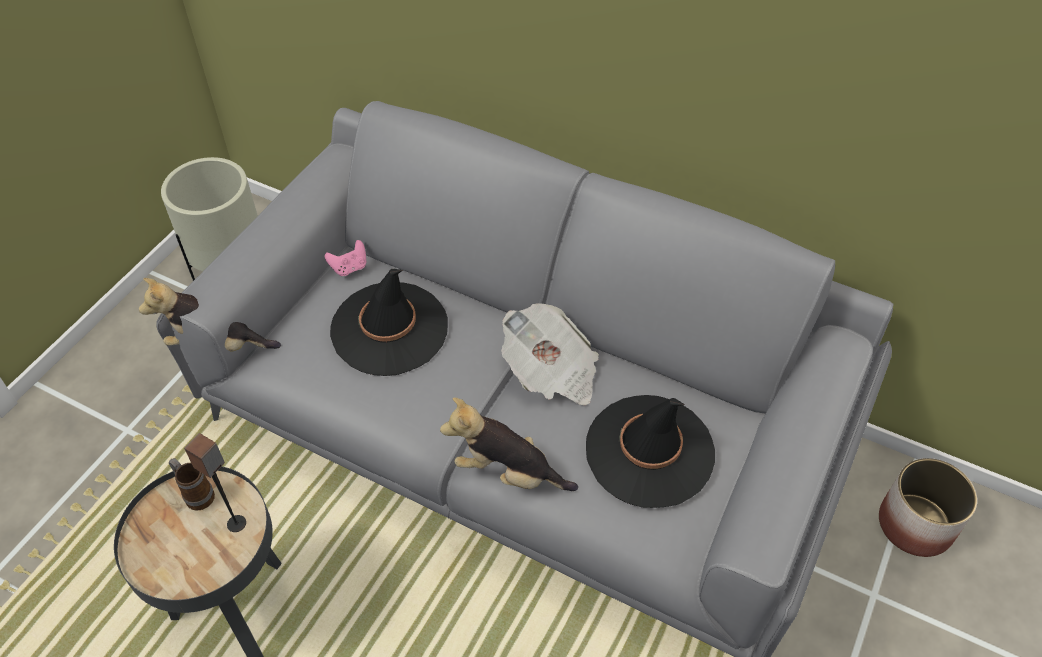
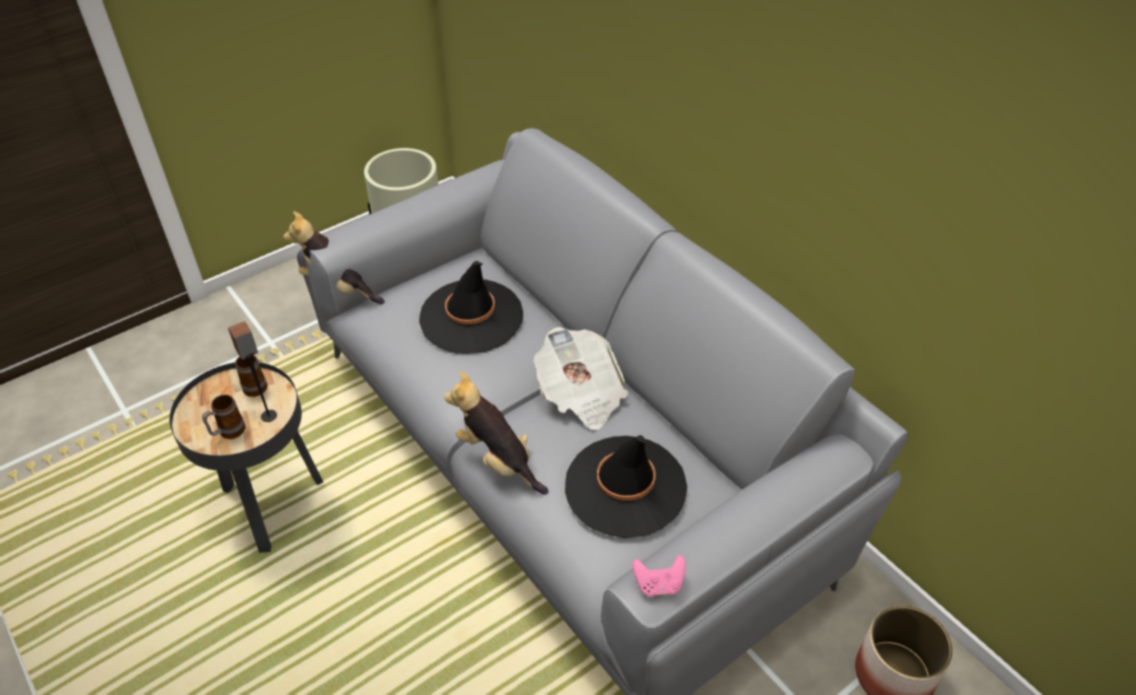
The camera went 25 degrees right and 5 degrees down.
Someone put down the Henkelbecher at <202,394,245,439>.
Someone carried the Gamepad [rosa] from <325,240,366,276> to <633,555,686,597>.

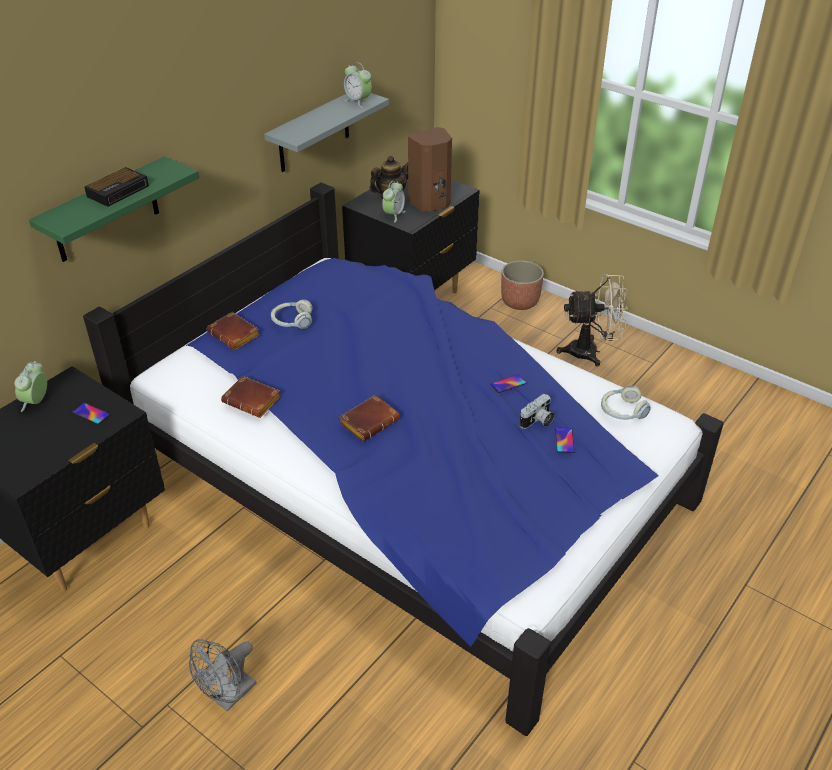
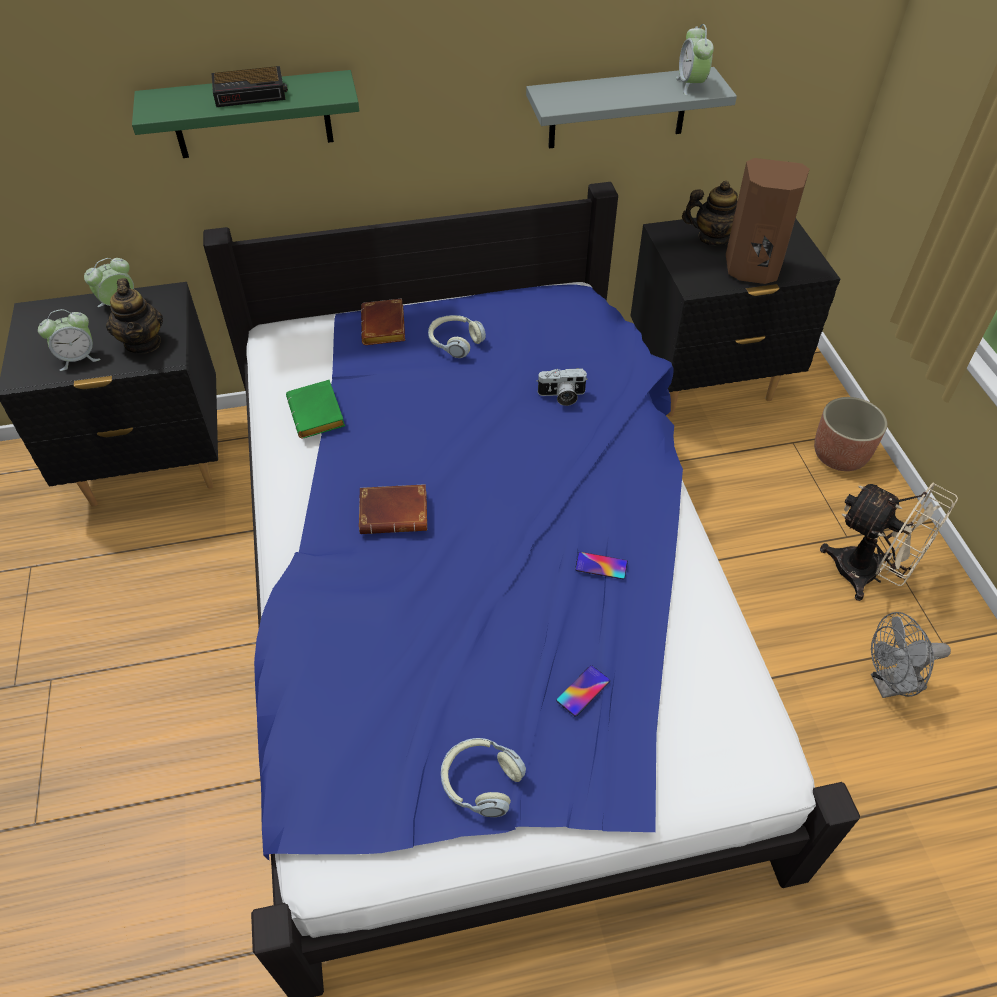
The camera went 40 degrees right and 10 degrees up.
Someone carried the Wecker from <382,181,406,223> to <38,309,100,371>.
Someone swapped the Handy at <72,403,110,424> for the Teekanne at <106,278,163,354>.
Someone repainted the Buch [braun] at <221,376,281,418>, which became the Buch [grün] at <286,380,345,439>.
Someone carried the Kopfhörer from <601,385,651,420> to <441,738,526,817>.
Someone carried the Kamera from <520,394,555,429> to <537,368,588,406>.
Someone carried the Ventilator [grau] from <189,639,257,711> to <871,612,951,698>.

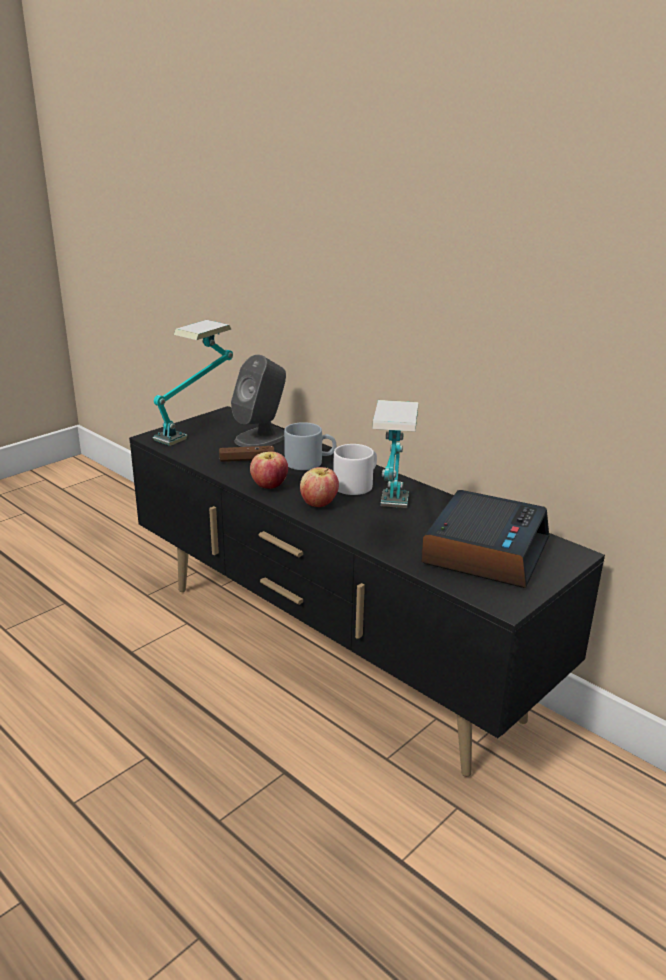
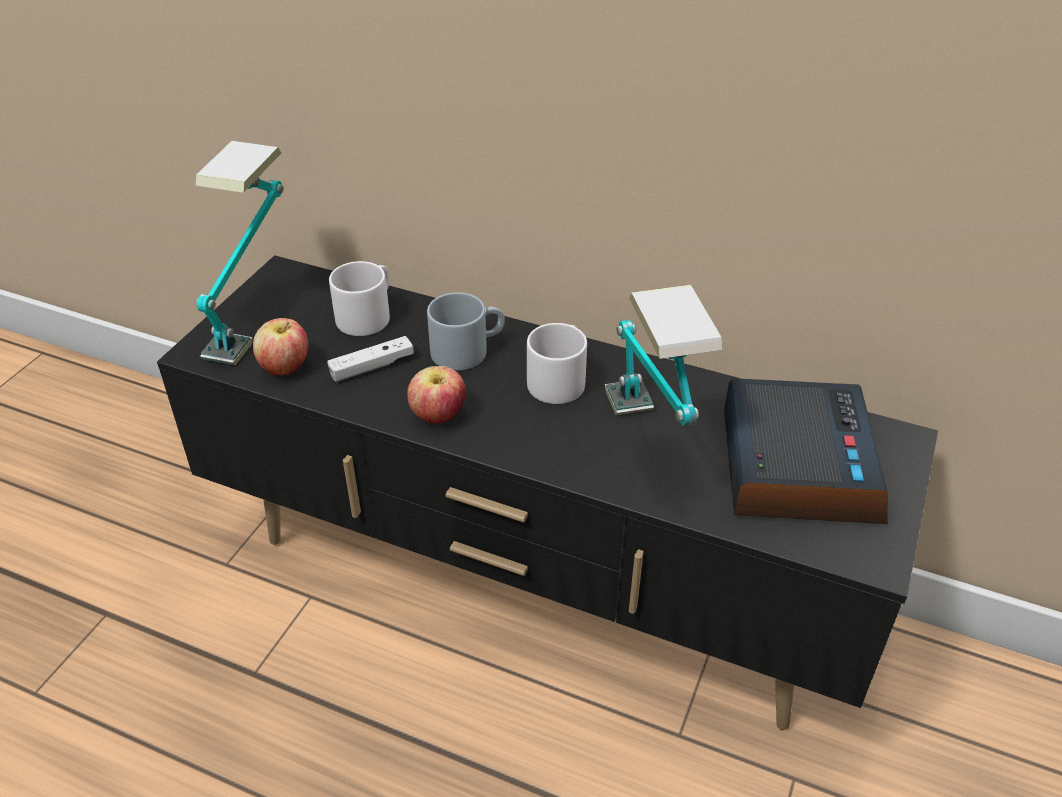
The camera went 20 degrees left and 15 degrees up.
Someone carried the Apfel from <300,467,339,507> to <253,318,308,376>.
Someone repainted the Gamepad [braun] at <219,446,274,462>, which became the Gamepad [weiß] at <327,336,414,382>.
Someone swapped the Lautsprecher [grau] at <231,355,286,447> for the Henkelbecher [weiß] at <329,261,390,336>.

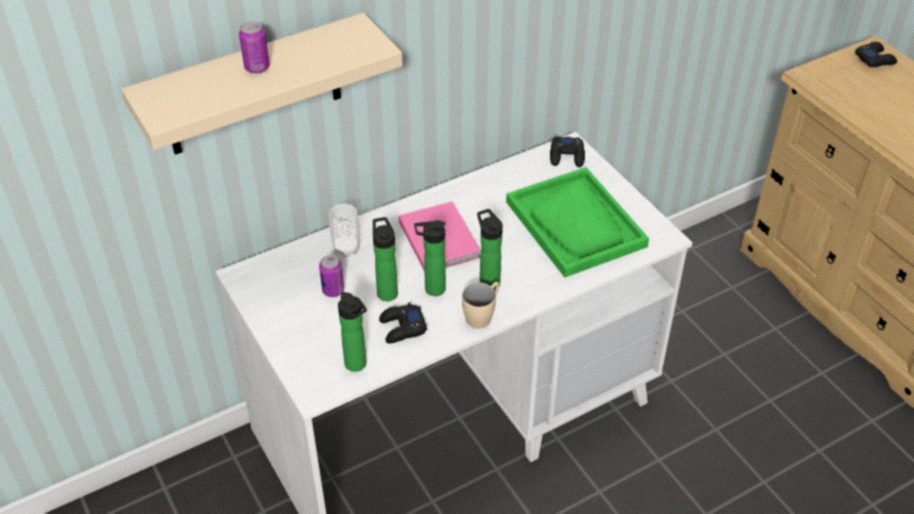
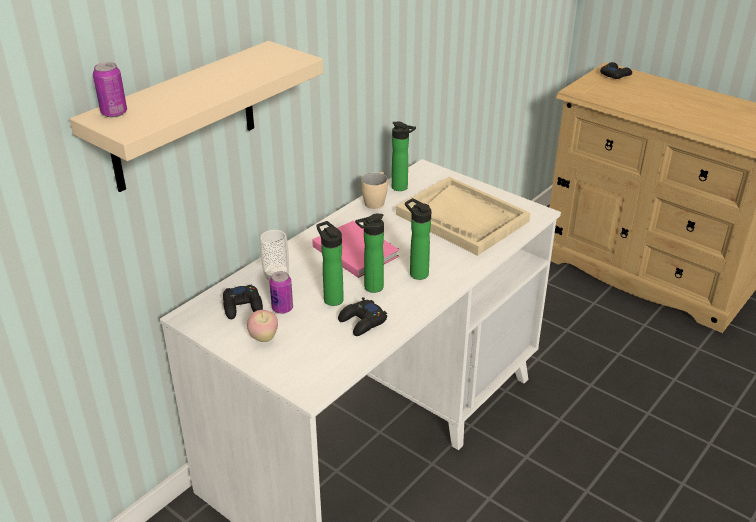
The camera went 20 degrees left and 10 degrees down.
Someone carried the Dose from <239,21,270,74> to <93,62,127,117>.
Someone carried the Gamepad [schwarz] from <550,136,585,167> to <223,285,263,319>.
Someone put down the Apfel at <247,310,278,342>.
Someone carried the Henkelbecher [beige] from <462,282,500,329> to <361,172,388,209>.
Someone carried the Flasche from <338,292,367,372> to <392,122,416,191>.
Someone repainted the Tablett [grün] at <506,167,649,278>, which became the Tablett [beige] at <396,177,530,256>.

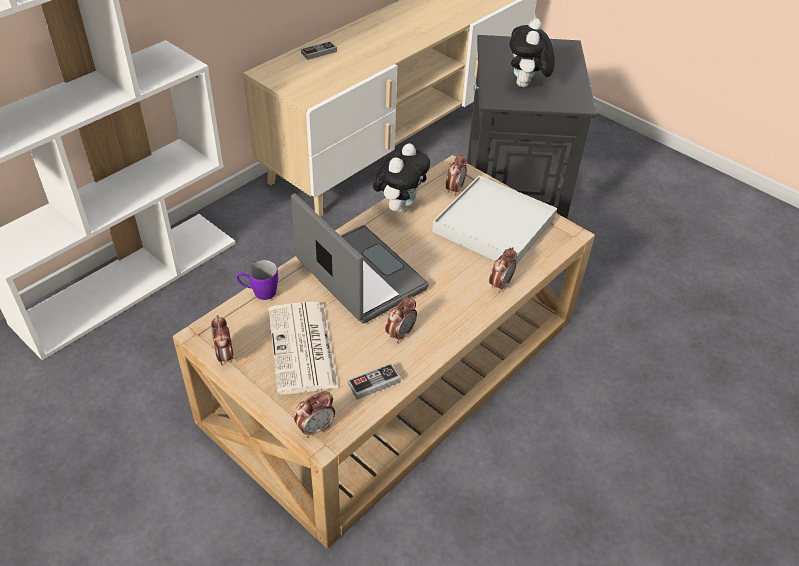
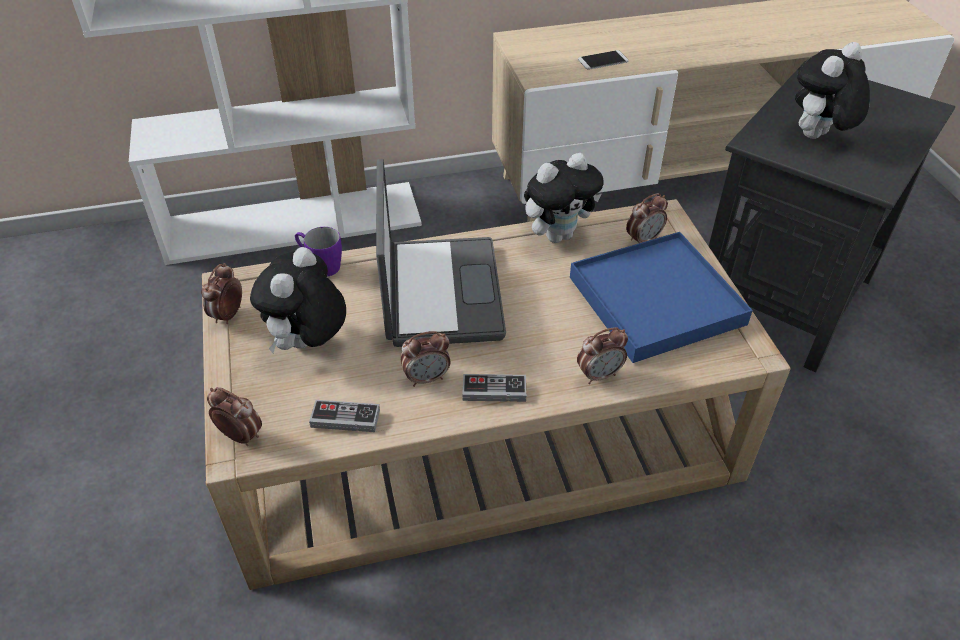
The camera went 35 degrees right and 0 degrees up.
Someone rotated the Wecker at <294,391,335,438> by 150 degrees counterclockwise.
Someone swapped the Zeitung at <268,301,339,395> for the Plüschtier at <250,247,346,353>.
Someone carried the Gamepad from <301,41,337,60> to <462,374,526,402>.
Someone repainted the Tablett [weiß] at <432,175,557,265>, which became the Tablett [blau] at <570,232,753,363>.
Someone put down the Handy at <578,50,629,70>.

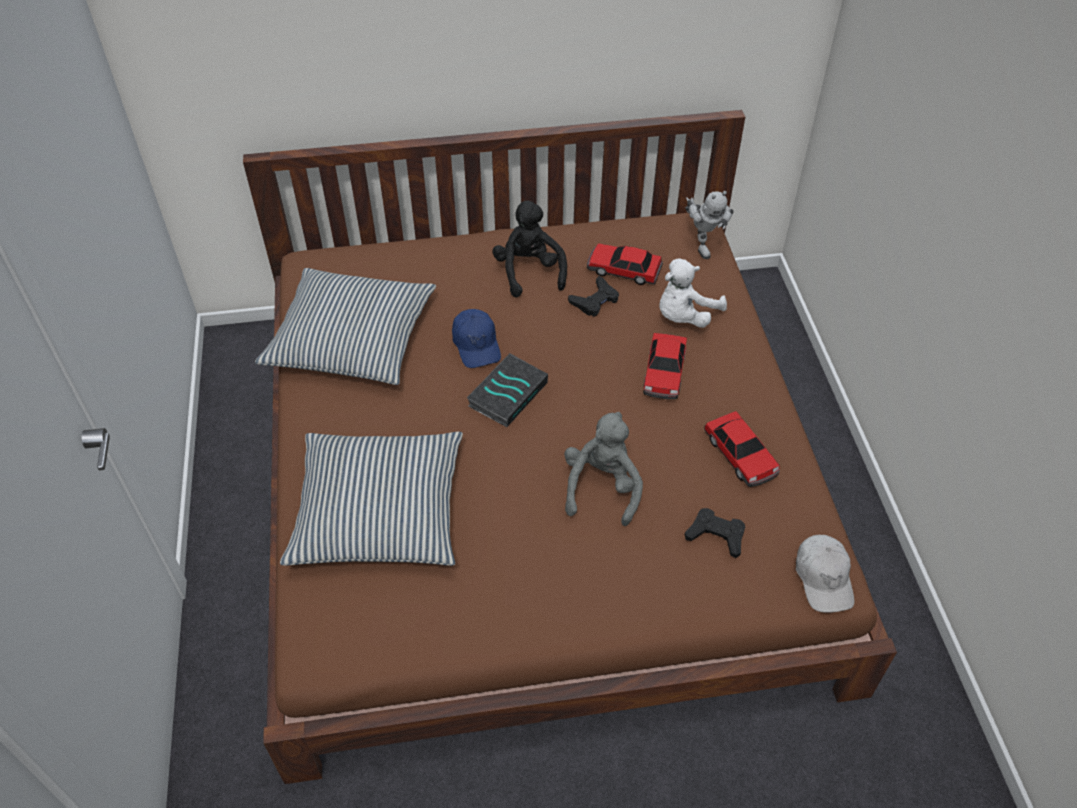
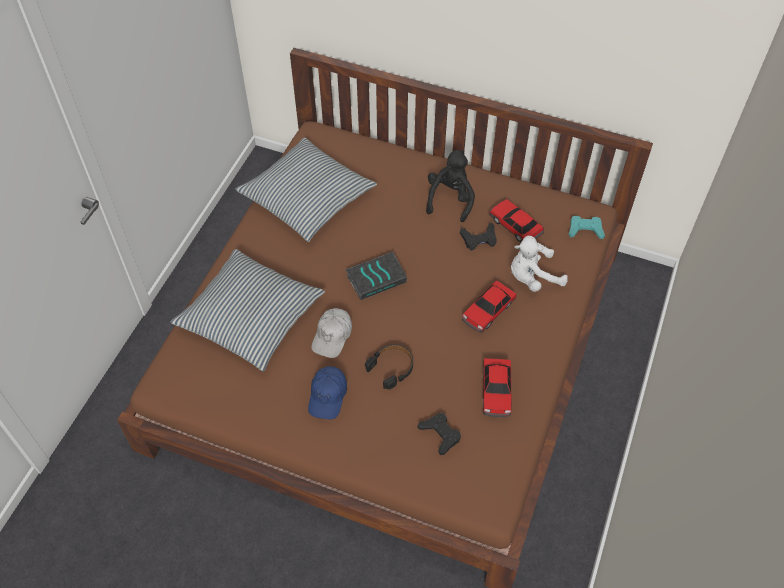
The camera went 30 degrees right and 5 degrees up.
Someone carried the Kappe [blau] from <452,309,501,368> to <308,366,347,419>.
Someone carried the Kappe [weiß] from <796,535,854,613> to <311,308,352,358>.
Someone swapped the Plüschtier [grau] at <564,412,643,526> for the Kopfhörer [schwarz] at <365,344,413,389>.
Someone swapped the Spielzeugroboter at <685,191,734,259> for the Gamepad [türkis] at <568,216,605,239>.

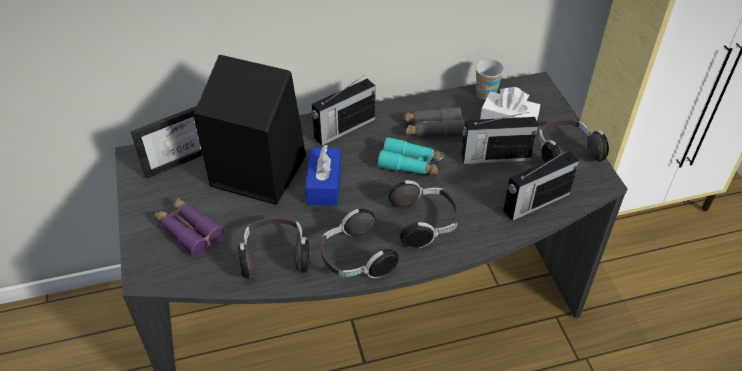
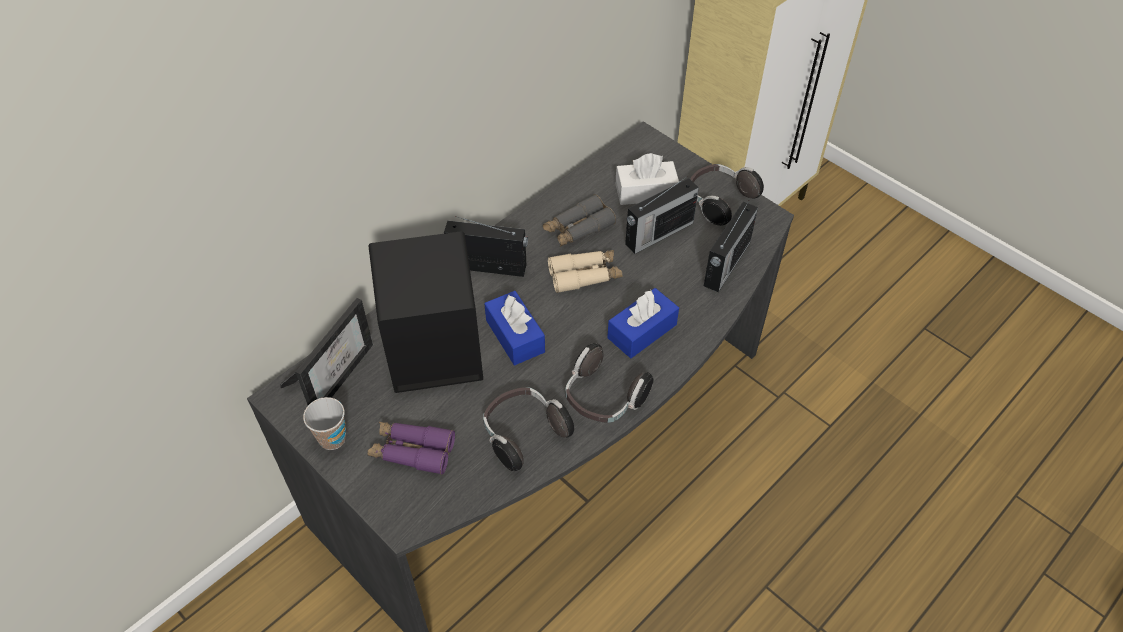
The camera went 30 degrees left and 5 degrees up.
Someone carried the Tasse from <475,59,504,99> to <303,397,346,450>.
Someone rotated the Radio at <311,75,376,146> by 105 degrees counterclockwise.
Someone repainted the Fernglas [türkis] at <378,137,445,176>, which became the Fernglas [beige] at <548,250,622,293>.
Someone swapped the Kopfhörer at <389,180,459,248> for the Taschentuchbox [blau] at <607,288,679,358>.

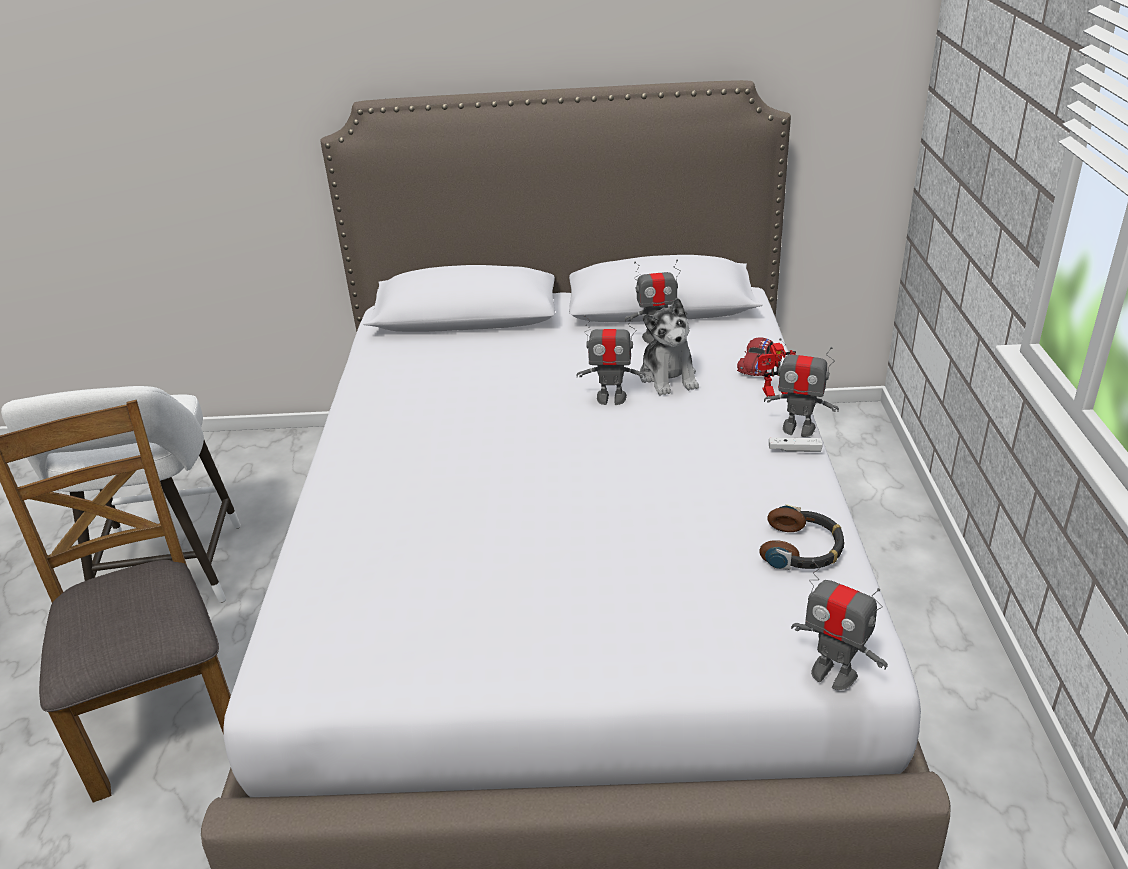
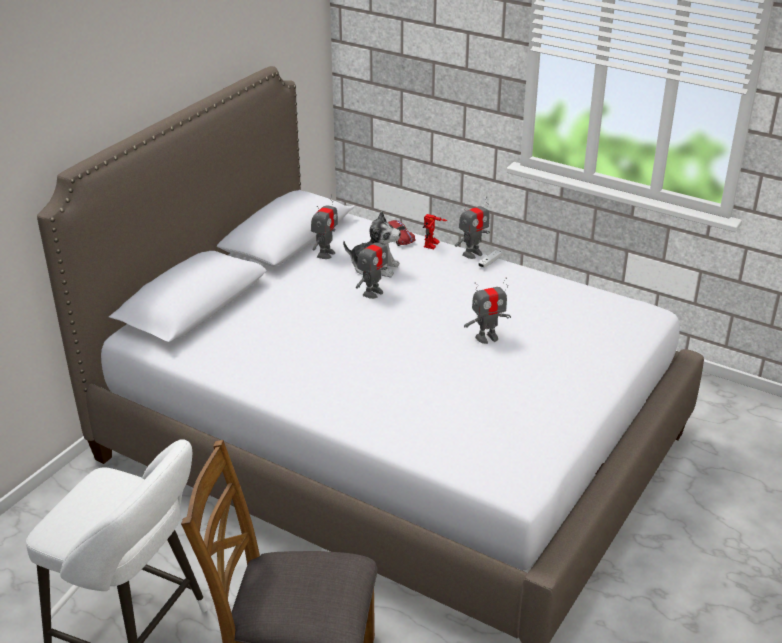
The camera went 60 degrees left and 0 degrees up.
Someone carried the Spielzeugroboter from <791,559,888,690> to <464,277,511,344>.
Someone took away the Kopfhörer at <759,504,845,570>.

